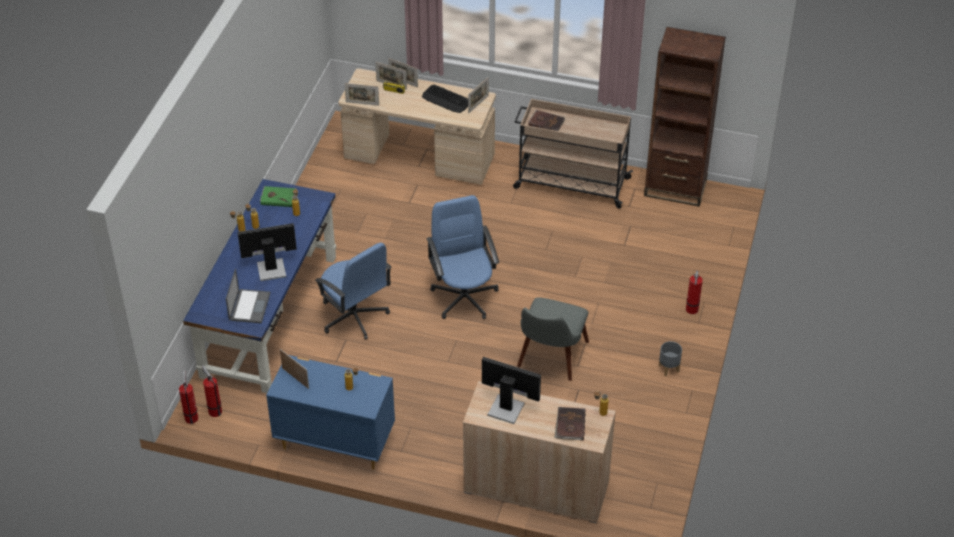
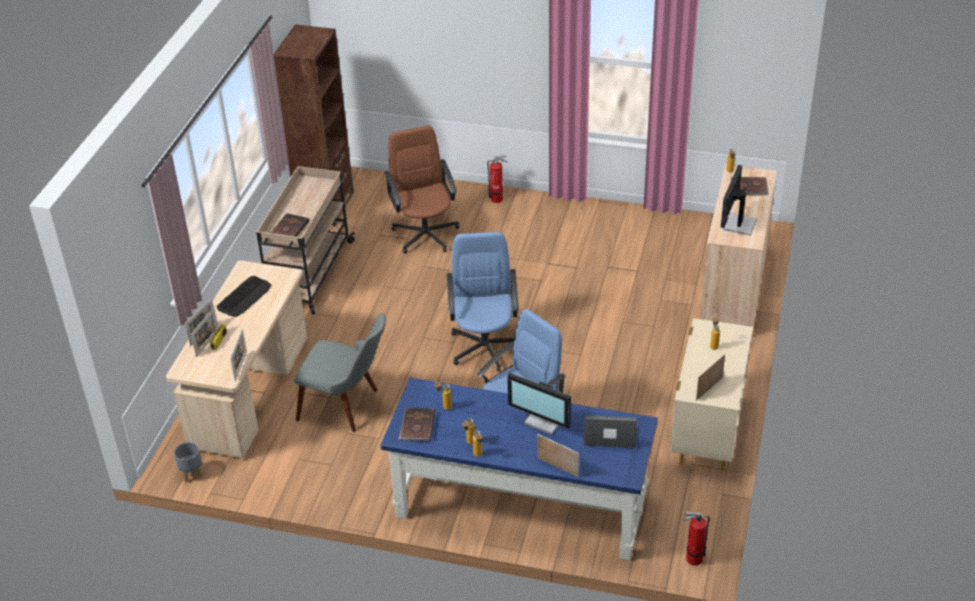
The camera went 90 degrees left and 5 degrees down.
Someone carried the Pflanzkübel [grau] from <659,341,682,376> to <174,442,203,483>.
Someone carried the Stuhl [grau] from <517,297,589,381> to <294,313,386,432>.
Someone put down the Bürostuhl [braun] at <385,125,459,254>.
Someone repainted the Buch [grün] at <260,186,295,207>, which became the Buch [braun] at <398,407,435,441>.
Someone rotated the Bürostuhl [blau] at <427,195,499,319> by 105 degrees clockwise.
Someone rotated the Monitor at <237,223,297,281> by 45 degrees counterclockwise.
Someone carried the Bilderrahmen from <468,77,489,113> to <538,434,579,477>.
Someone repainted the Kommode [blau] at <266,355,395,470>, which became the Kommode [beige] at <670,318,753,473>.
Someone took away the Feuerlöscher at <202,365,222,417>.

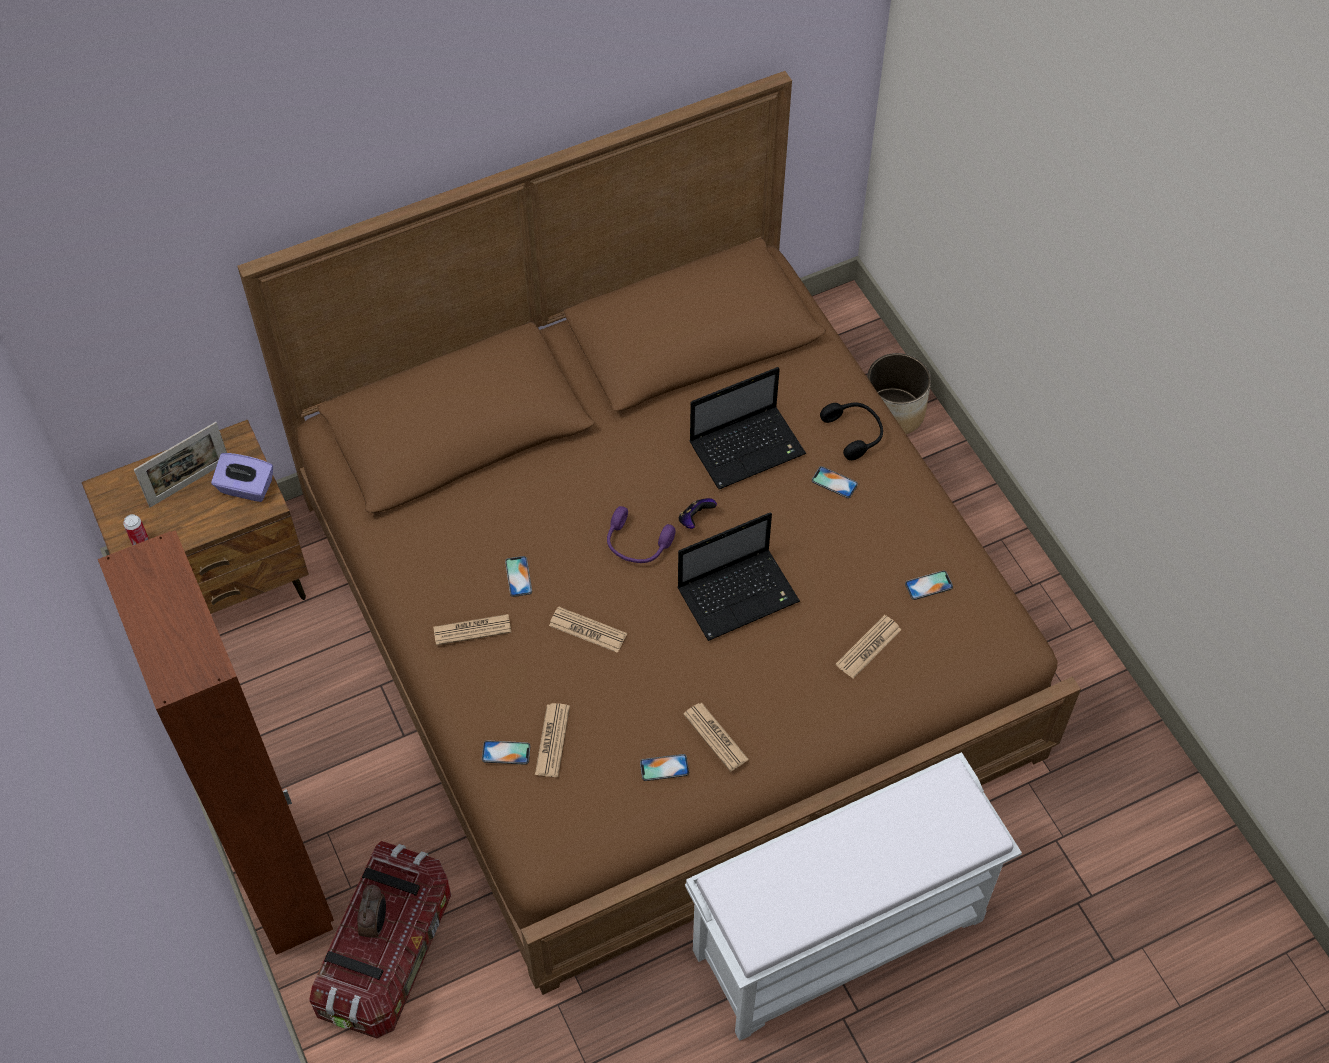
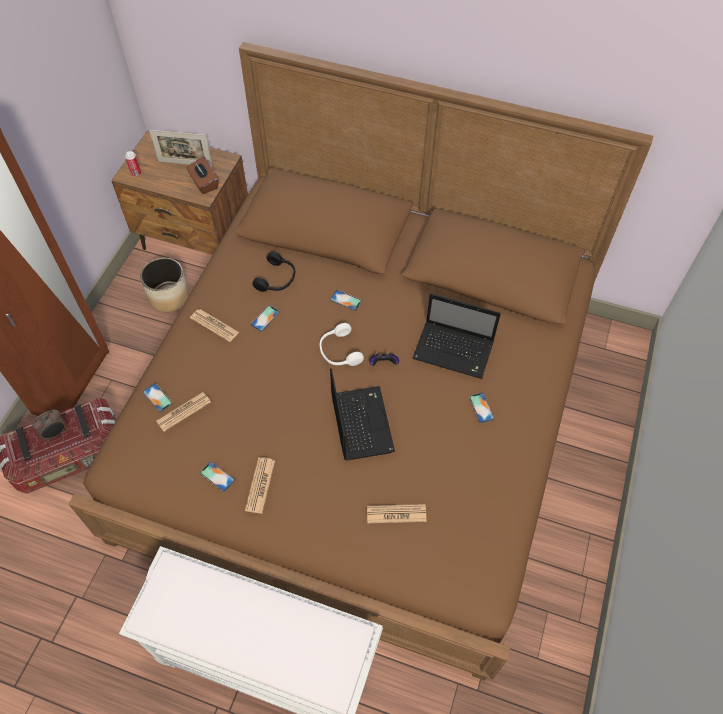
The camera went 45 degrees right and 0 degrees up.
Someone carried the Pflanzkübel from <867,353,931,434> to <140,258,190,312>.
Someone repainted the Taschentuchbox [lila] at <211,453,273,502>, which became the Taschentuchbox [braun] at <186,156,218,194>.
Someone carried the Kopfhörer [schwarz] from <820,402,883,460> to <252,252,295,292>.
Someone repainted the Kopfhörer [lila] at <607,506,676,563>, which became the Kopfhörer [weiß] at <320,323,364,366>.
Someone carried the Handy from <905,571,953,600> to <330,290,362,311>.
Someone rotated the Laptop at <677,512,800,641> by 120 degrees counterclockwise.
Someone took away the Zeitung at <549,606,627,653>.

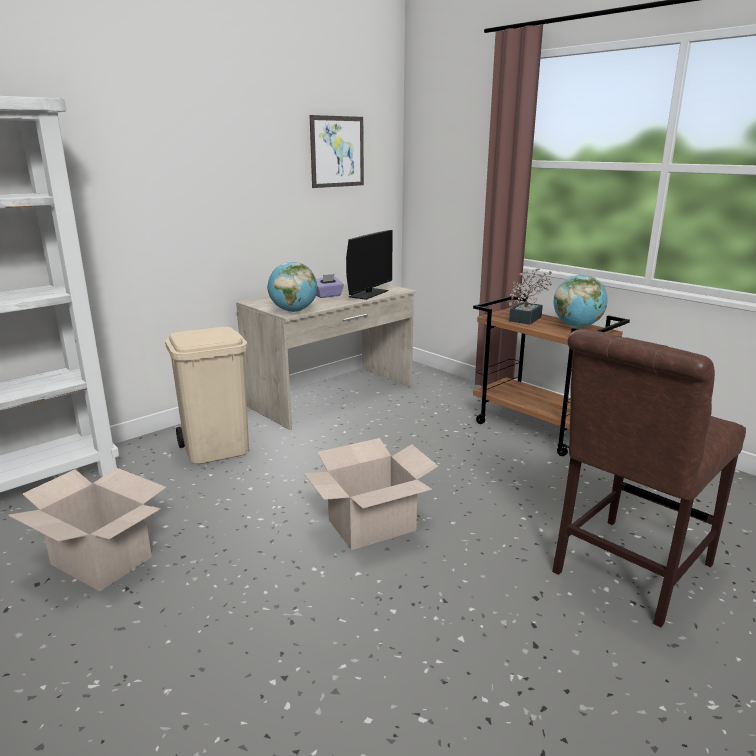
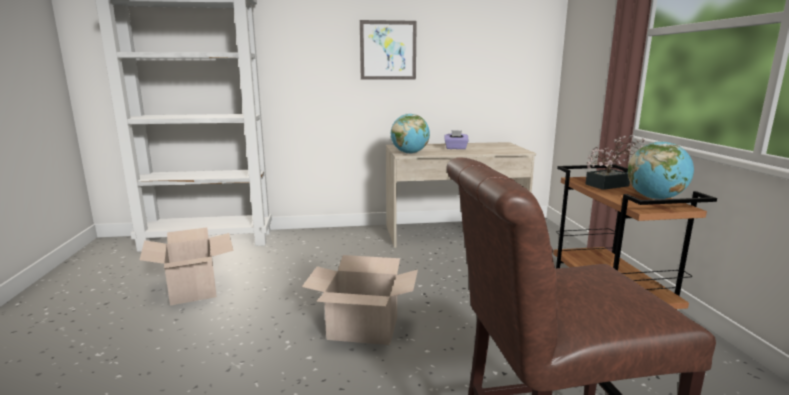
The camera went 35 degrees right and 5 degrees down.
Someone carried the Bild from <310,115,364,188> to <360,20,417,80>.
Someone took away the Mülleimer [beige] at <165,327,249,464>.
Someone took away the Monitor at <346,230,393,300>.

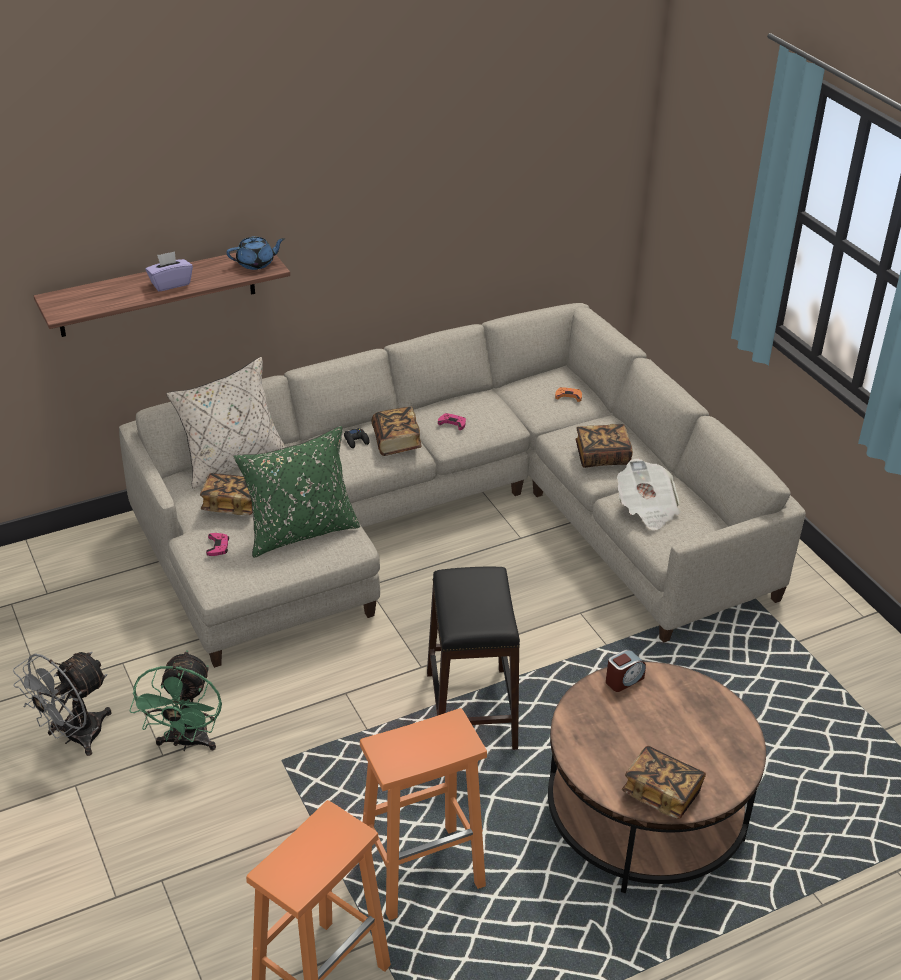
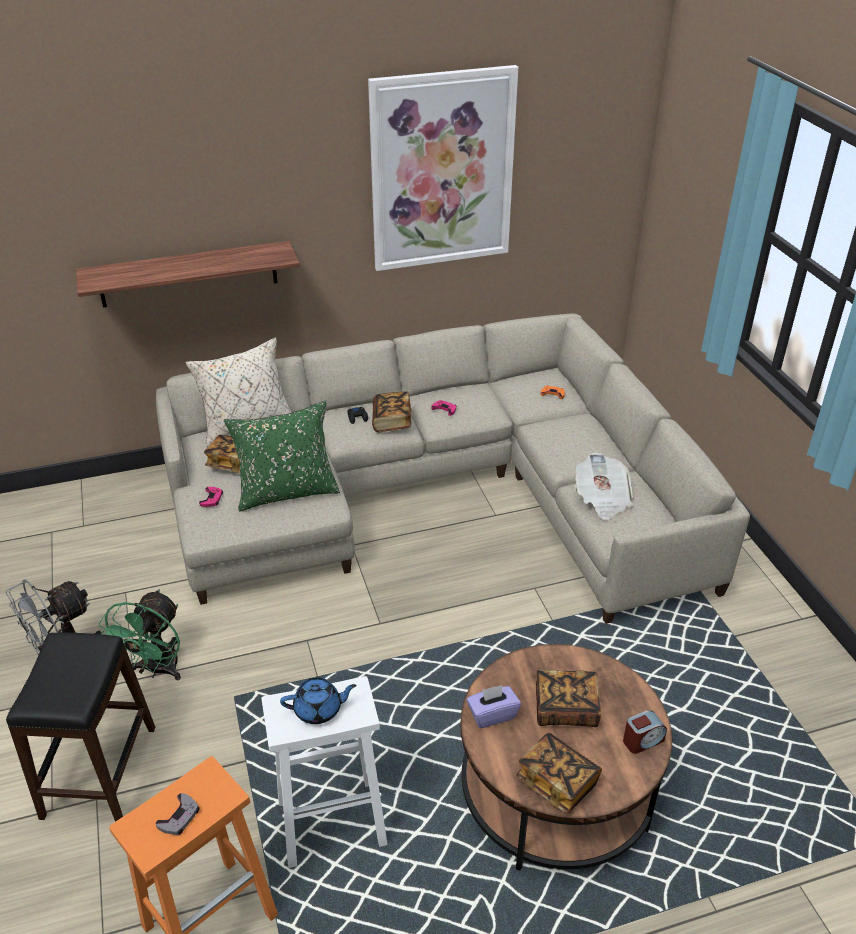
The camera went 10 degrees right and 0 degrees up.
Someone carried the Hocker [schwarz] from <427,567,520,750> to <6,633,155,822>.
Someone put down the Gamepad [grau] at <156,793,199,835>.
Someone repainted the Hocker [orange] at <360,708,487,921>, which became the Hocker [weiß] at <261,676,388,868>.
Someone carried the Teekanne [blau] from <226,236,285,270> to <280,677,357,724>.
Someone put up the Bild at <368,65,518,271>.
Someone carried the Taschentuchbox [lila] from <145,251,193,292> to <467,685,521,728>.
Someone carried the Buch from <575,424,633,468> to <536,670,601,727>.
Someone carried the Wecker from <606,650,646,692> to <623,710,667,754>.

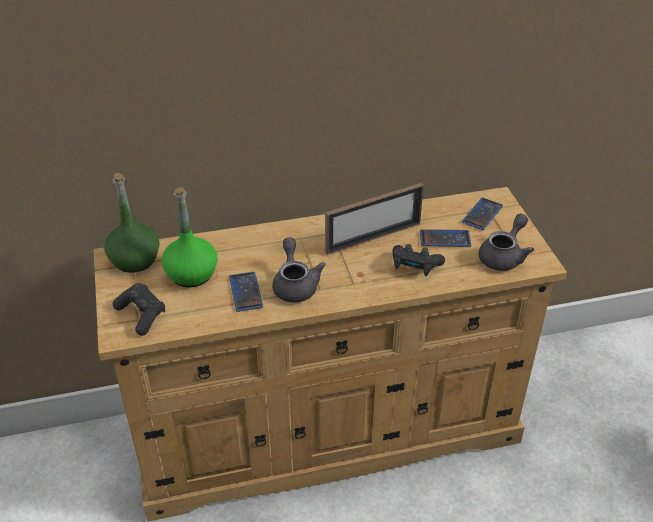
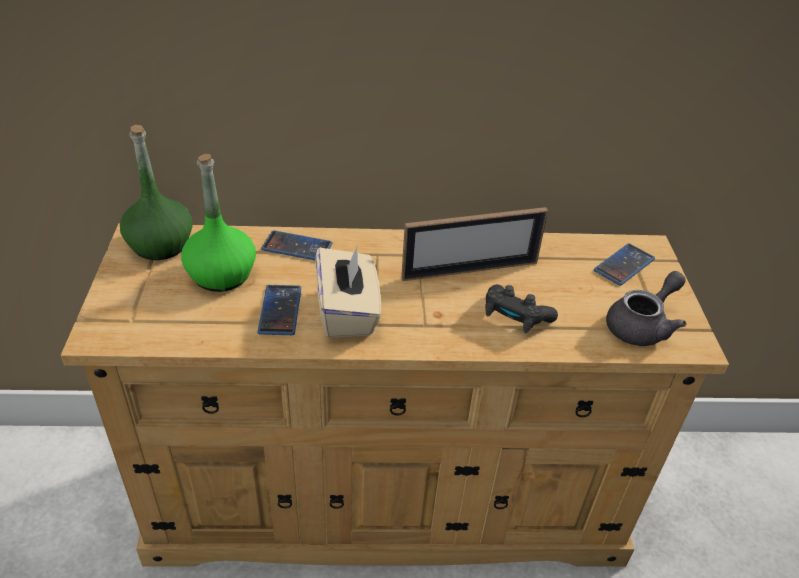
The camera went 10 degrees right and 0 degrees up.
Someone carried the Handy from <420,229,471,247> to <261,230,333,260>.
Someone swapped the Teekanne [grau] at <272,237,326,303> for the Taschentuchbox [beige] at <315,245,381,338>.
Someone took away the Gamepad [schwarz] at <113,283,165,336>.

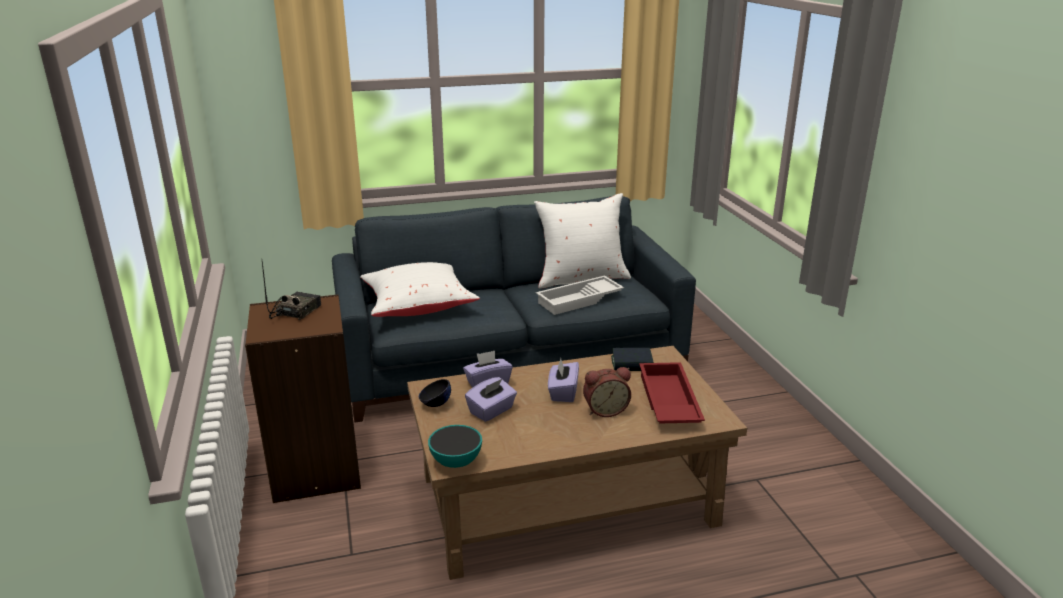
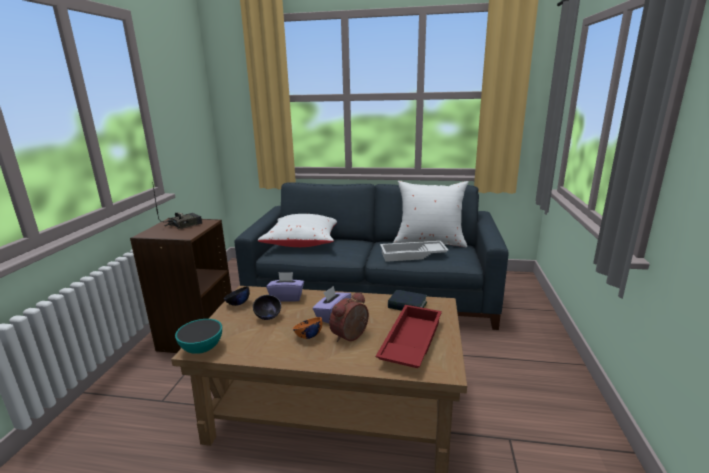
The camera went 25 degrees right and 5 degrees down.
Someone swapped the Taschentuchbox [lila] at <465,377,517,422> for the Schüssel [schwarz] at <253,295,281,320>.
Someone put down the Schüssel [orange] at <293,317,322,339>.
Someone rotated the Wecker at <583,367,631,417> by 120 degrees clockwise.

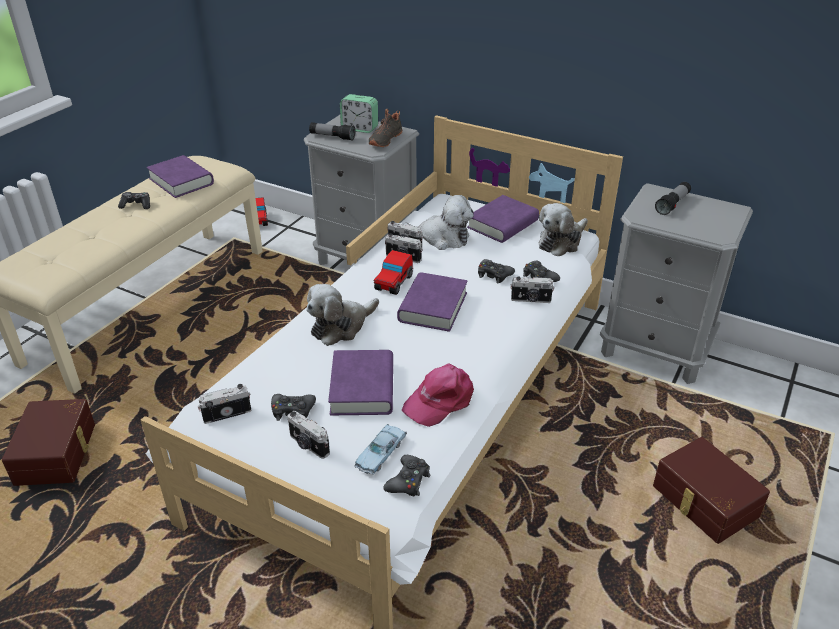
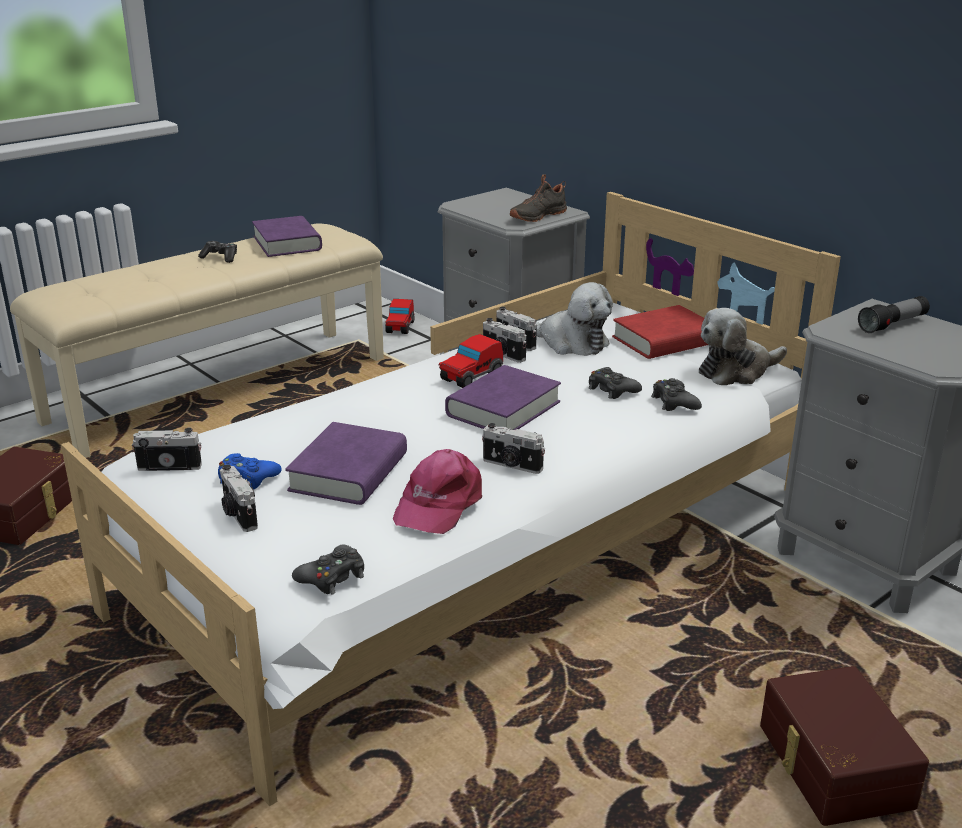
The camera went 20 degrees right and 10 degrees down.
Someone repainted the Gamepad [schwarz] at <271,394,316,421>, which became the Gamepad [blau] at <218,453,282,489>.
Someone rotated the Kappe [rosa] at <402,363,474,427> by 45 degrees counterclockwise.
Someone carried the Kamera from <511,276,555,303> to <482,423,545,474>.
Someone repainted the Buch [lila] at <467,195,539,243>, which became the Buch [rot] at <612,305,708,359>.
Someone took away the Plüschtier at <306,284,379,346>.
Someone took away the Taschenlampe at <309,122,355,141>.
Someone took away the Wecker at <340,94,378,133>.
Someone took away the Spielzeugauto [blau] at <354,424,407,475>.

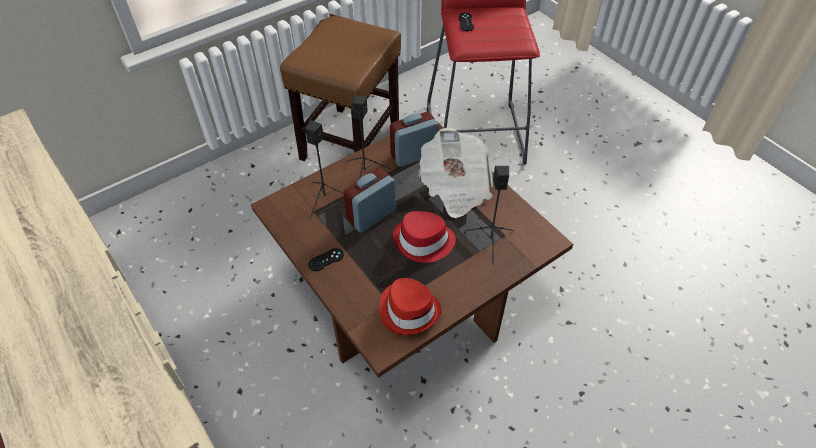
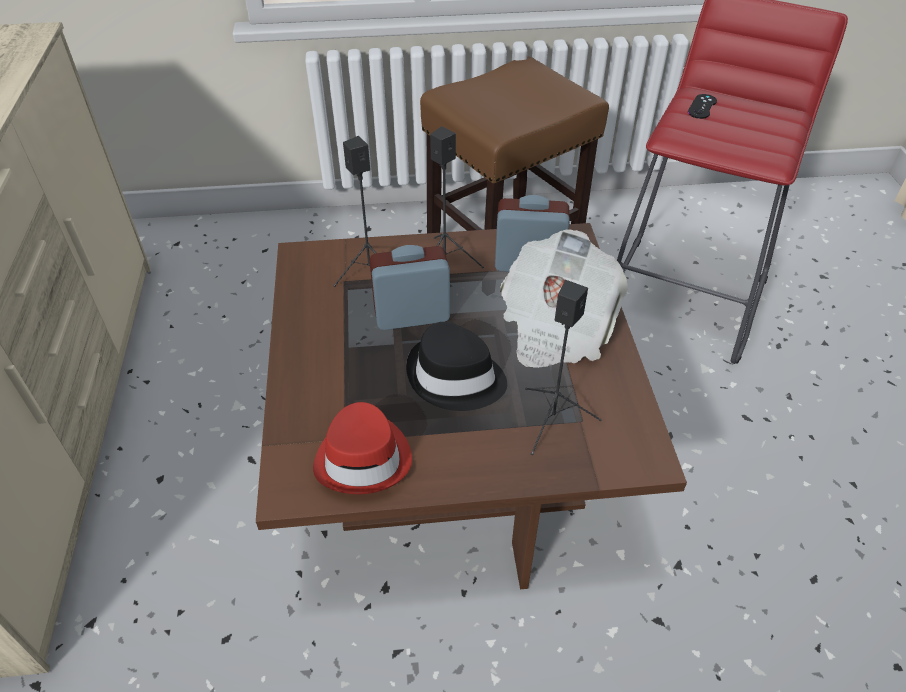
The camera went 30 degrees right and 5 degrees down.
Someone repainted the Hut [rot] at <393,211,456,263>, which became the Hut [schwarz] at <406,322,507,411>.
Someone took away the Gamepad [schwarz] at <308,248,344,271>.

